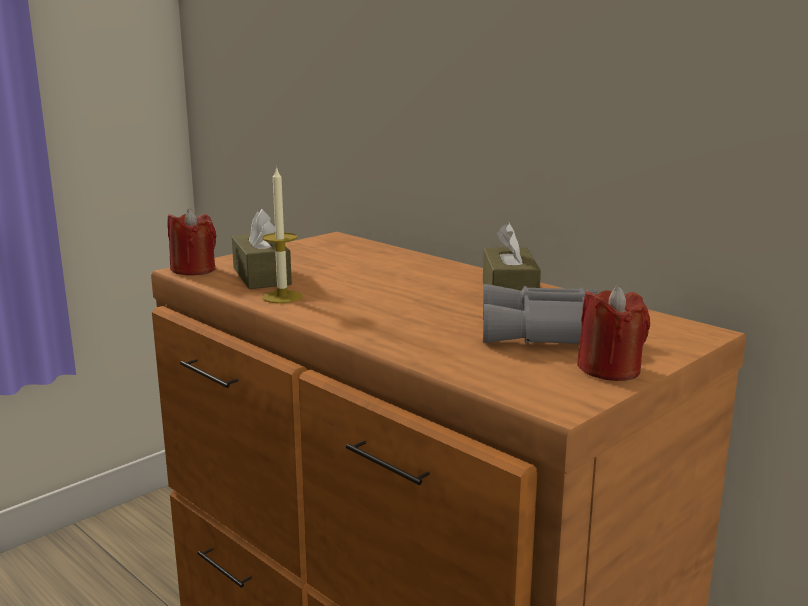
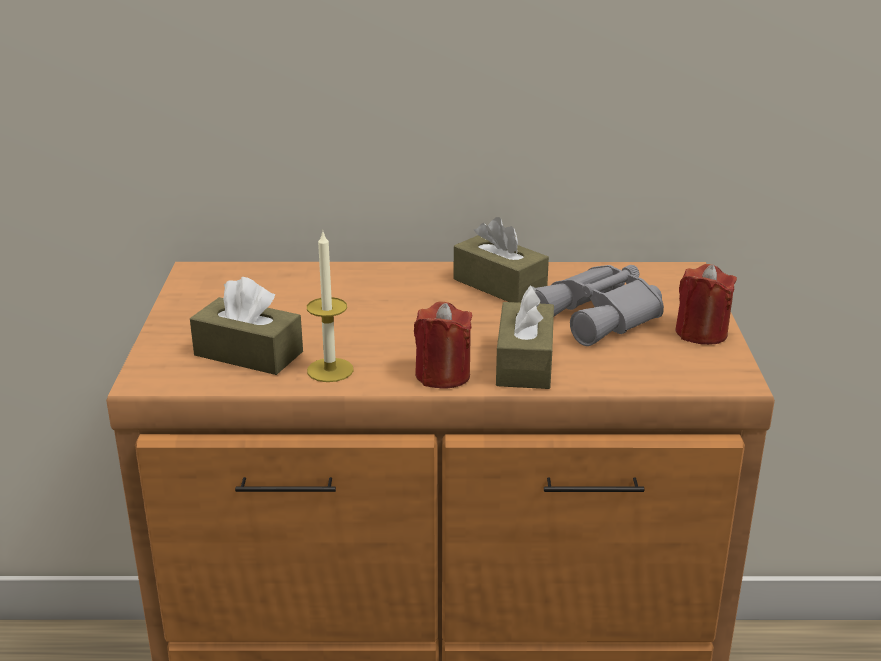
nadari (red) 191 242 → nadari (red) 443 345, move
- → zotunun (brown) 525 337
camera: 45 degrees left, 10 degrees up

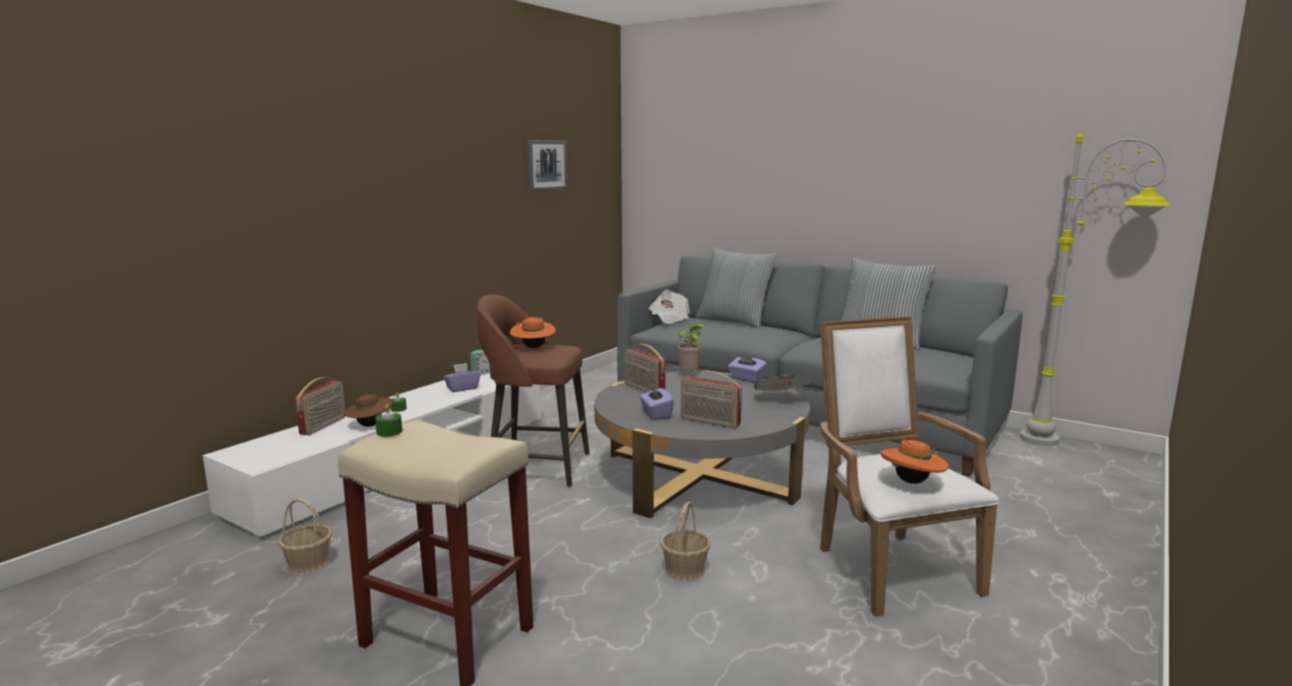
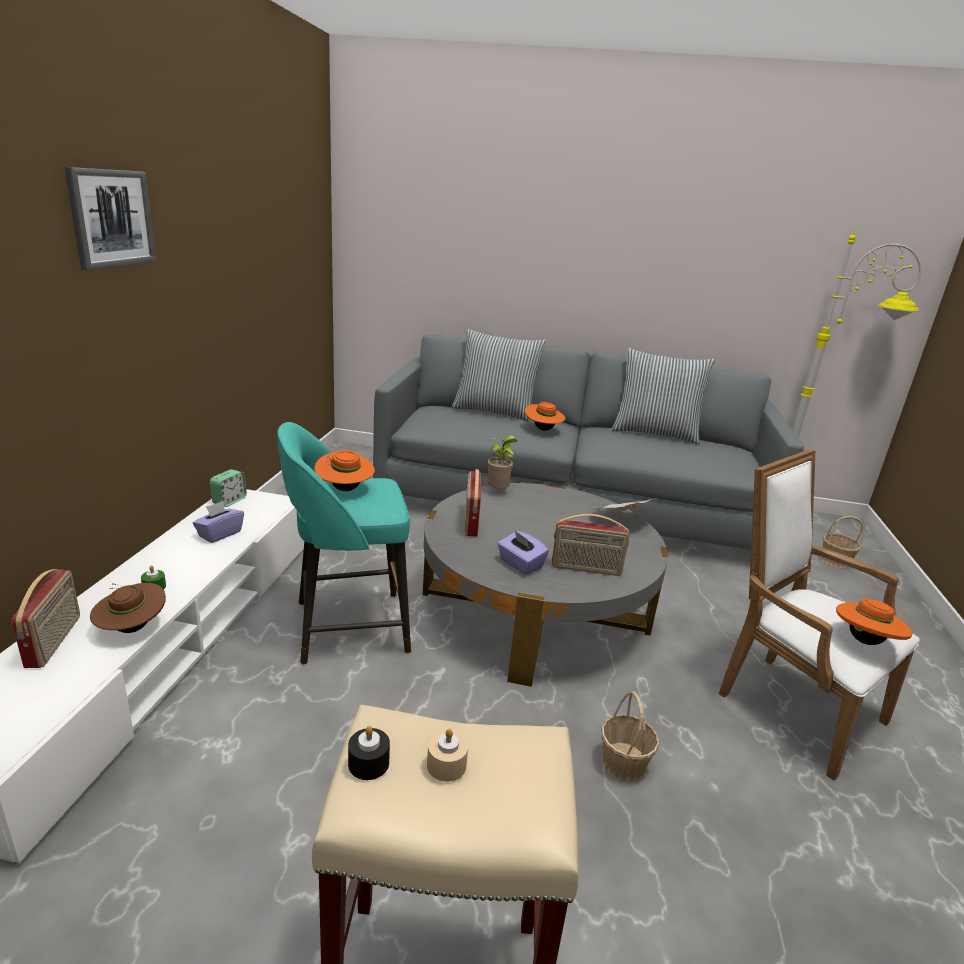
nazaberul 547 165 → nazaberul 110 219, move
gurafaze 669 307 → -
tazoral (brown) 533 390 → tazoral (turquoise) 344 543
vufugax 645 368 → vufugax 473 503, 60 degrees clockwise
zotunun (purple) 747 368 → -
nadari (green) 388 420 → nadari (black) 369 753
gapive 305 537 → gapive 842 542, move
- → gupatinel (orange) 545 416
- → nadari (beige) 447 755
camera: 25 degrees left, 10 degrees up

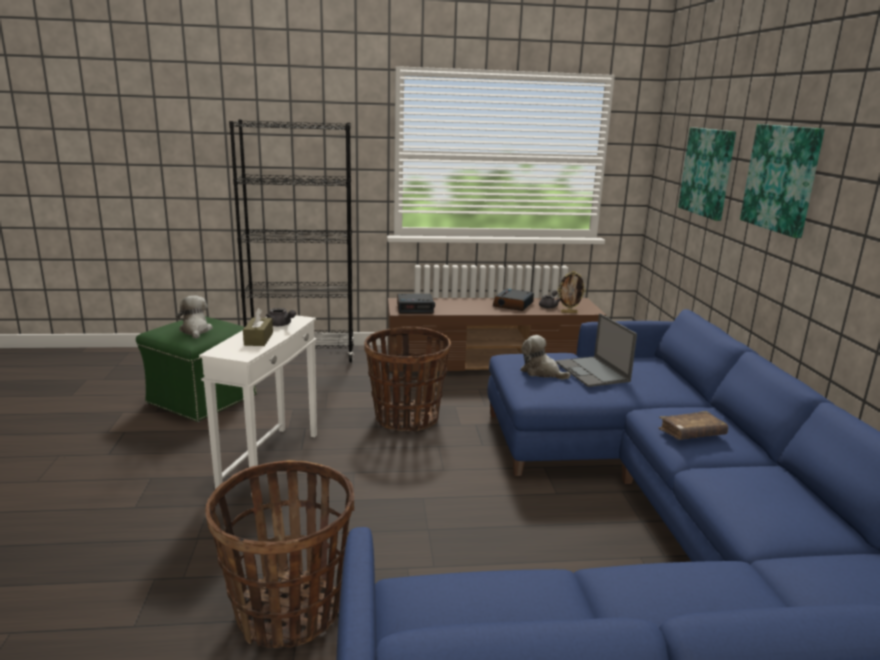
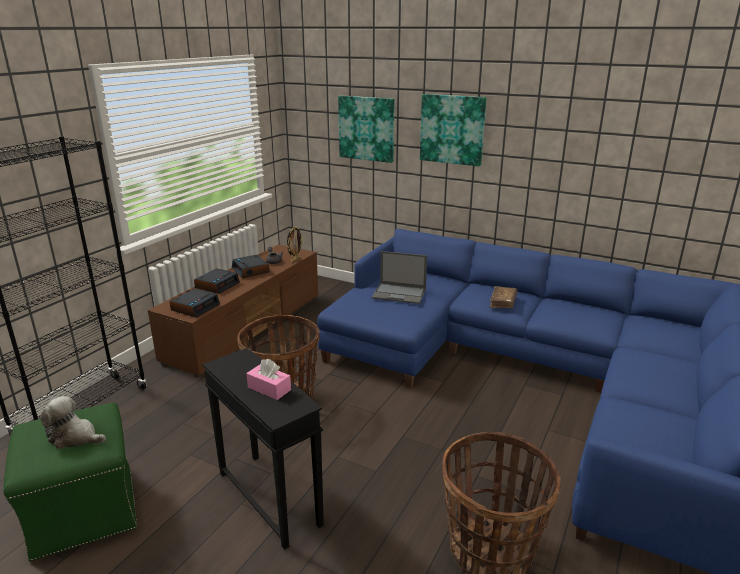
zotunun (brown) 258 327 → zotunun (pink) 268 379
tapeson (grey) 281 317 → -
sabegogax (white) 258 405 → sabegogax (black) 263 449
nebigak 545 357 → -
- → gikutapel 217 281
camera: 55 degrees left, 5 degrees up

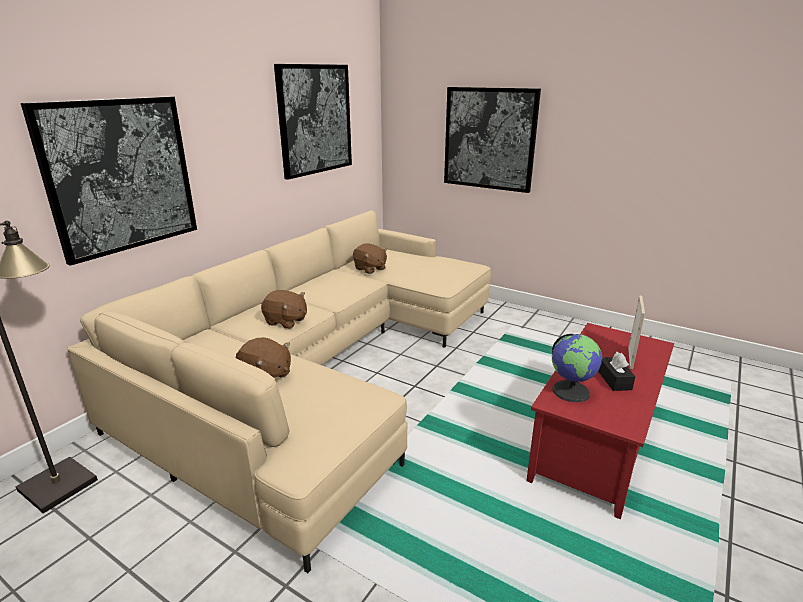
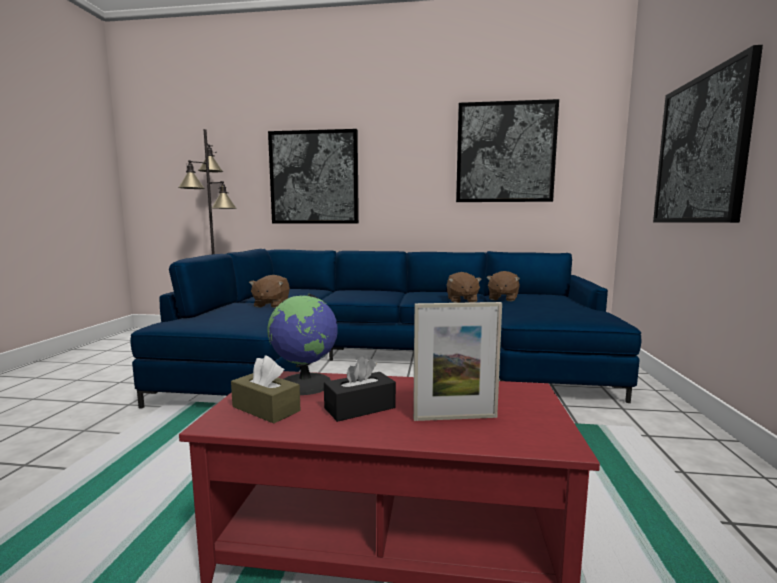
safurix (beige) 279 391 → safurix (blue) 386 329
nebigak (brown) 284 309 → nebigak (brown) 464 287, move
- → zotunun (brown) 265 389
camera: 65 degrees right, 15 degrees down

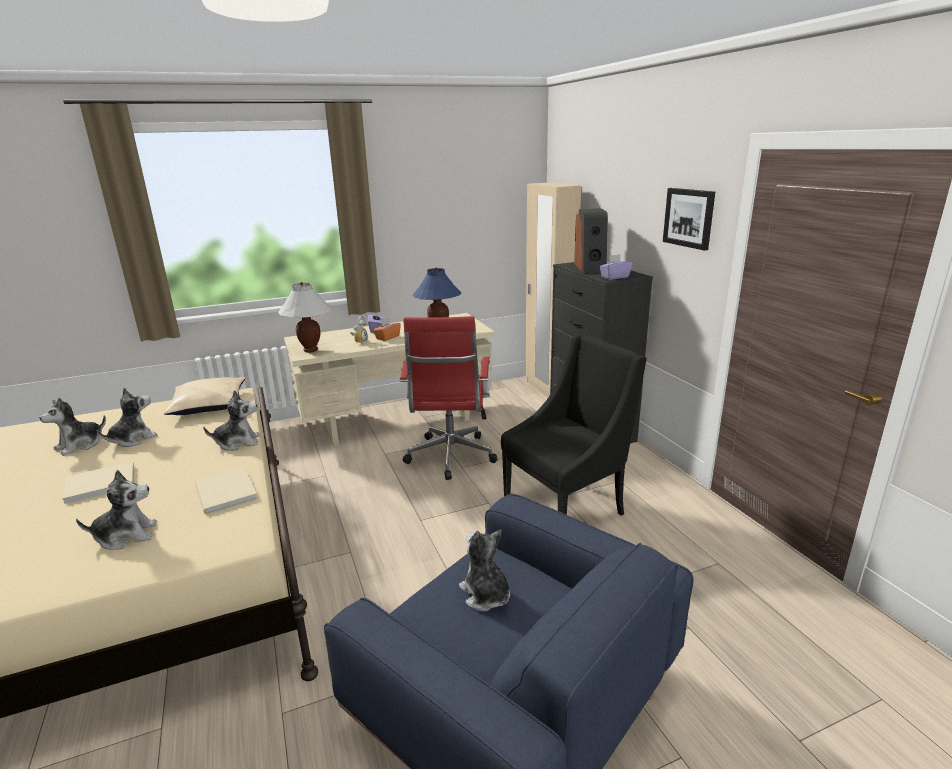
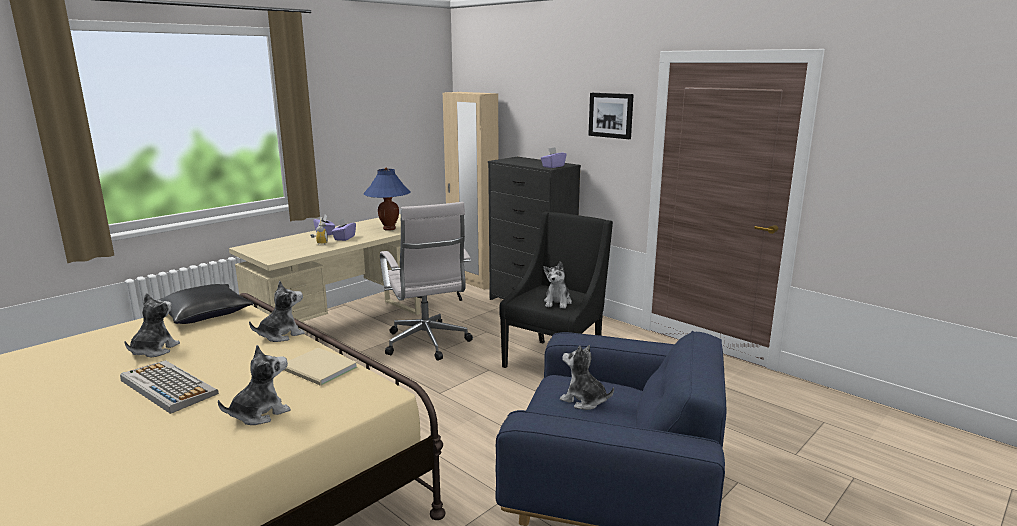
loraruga 591 240 → -
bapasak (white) 305 317 → -
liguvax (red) 448 398 → liguvax (white) 426 281
zotunun (orange) 387 329 → zotunun (purple) 343 229
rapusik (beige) 204 396 → rapusik (black) 206 304
nebigak 72 427 → nebigak 557 285, move
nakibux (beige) 98 482 → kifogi 169 387
camera: 25 degrees left, 5 degrees down

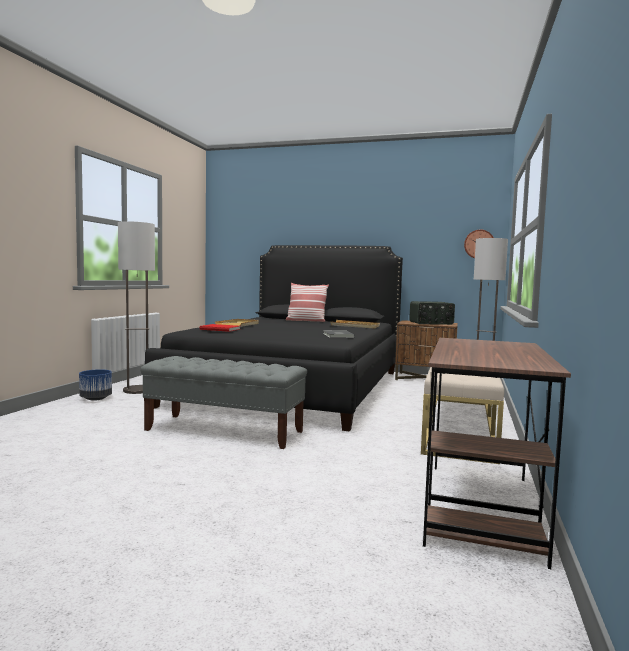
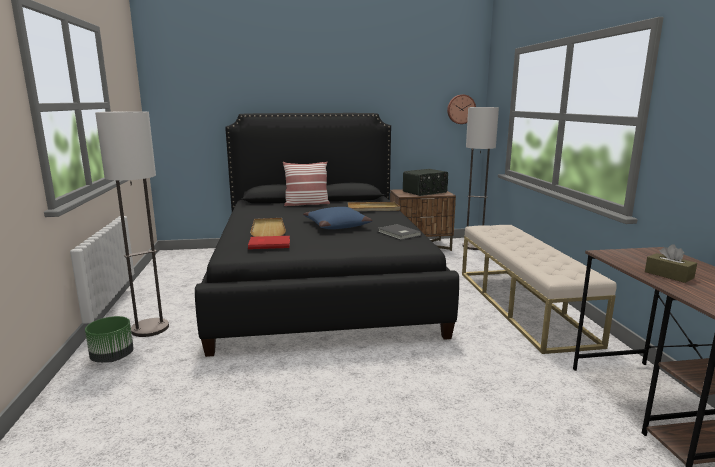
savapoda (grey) 223 402 → -
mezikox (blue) 95 385 → mezikox (green) 109 339
- → rapusik (blue) 338 218
- → zotunun (brown) 671 263
camera: 25 degrees left, 10 degrees up

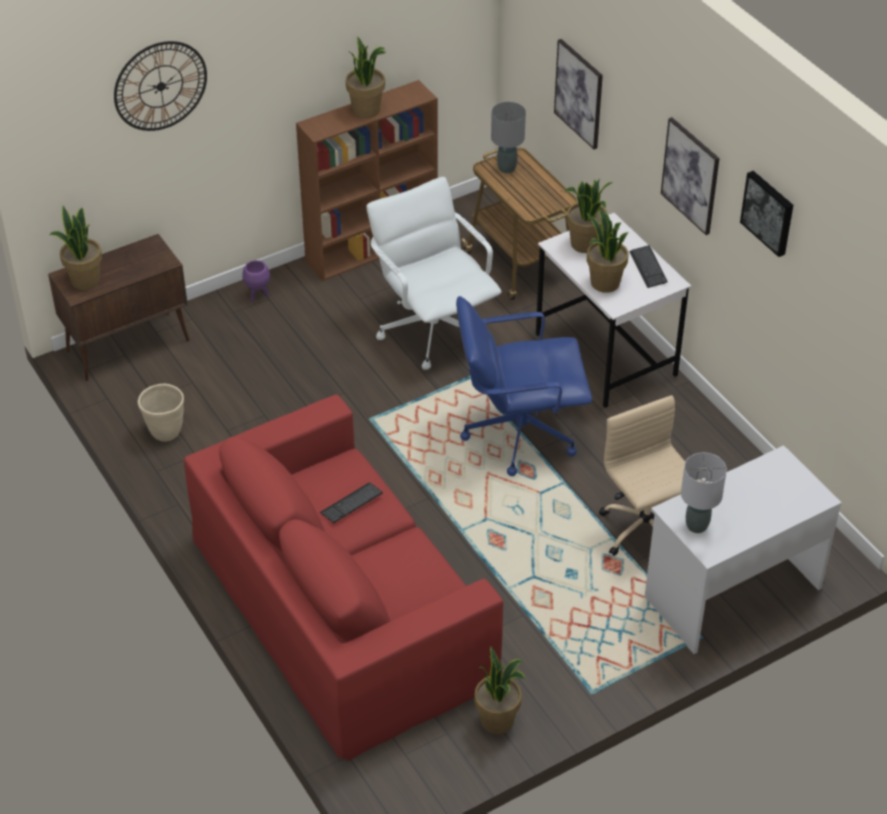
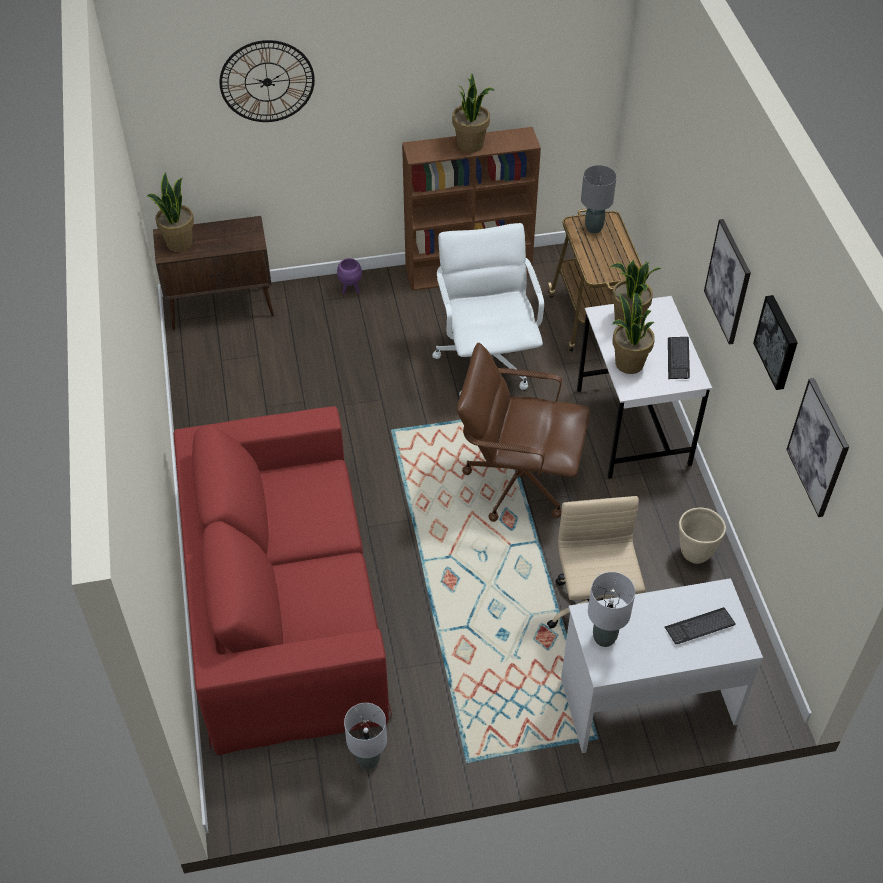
nazaberul 578 94 → nazaberul 817 447, move
liguvax (blue) 524 386 → liguvax (brown) 523 432
mezikox (beige) 161 413 → mezikox (beige) 702 536, move
kifogi 351 502 → kifogi 700 625, move
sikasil 499 690 → bapasak (grey) 365 736
camera: 20 degrees right, 5 degrees up

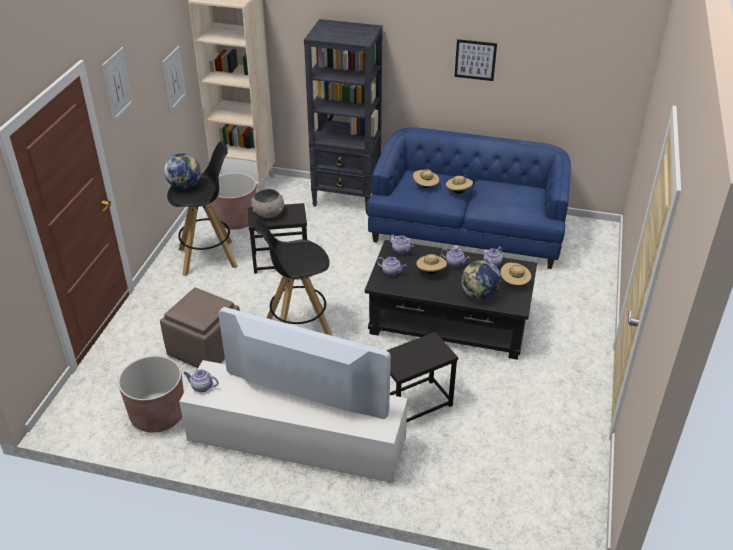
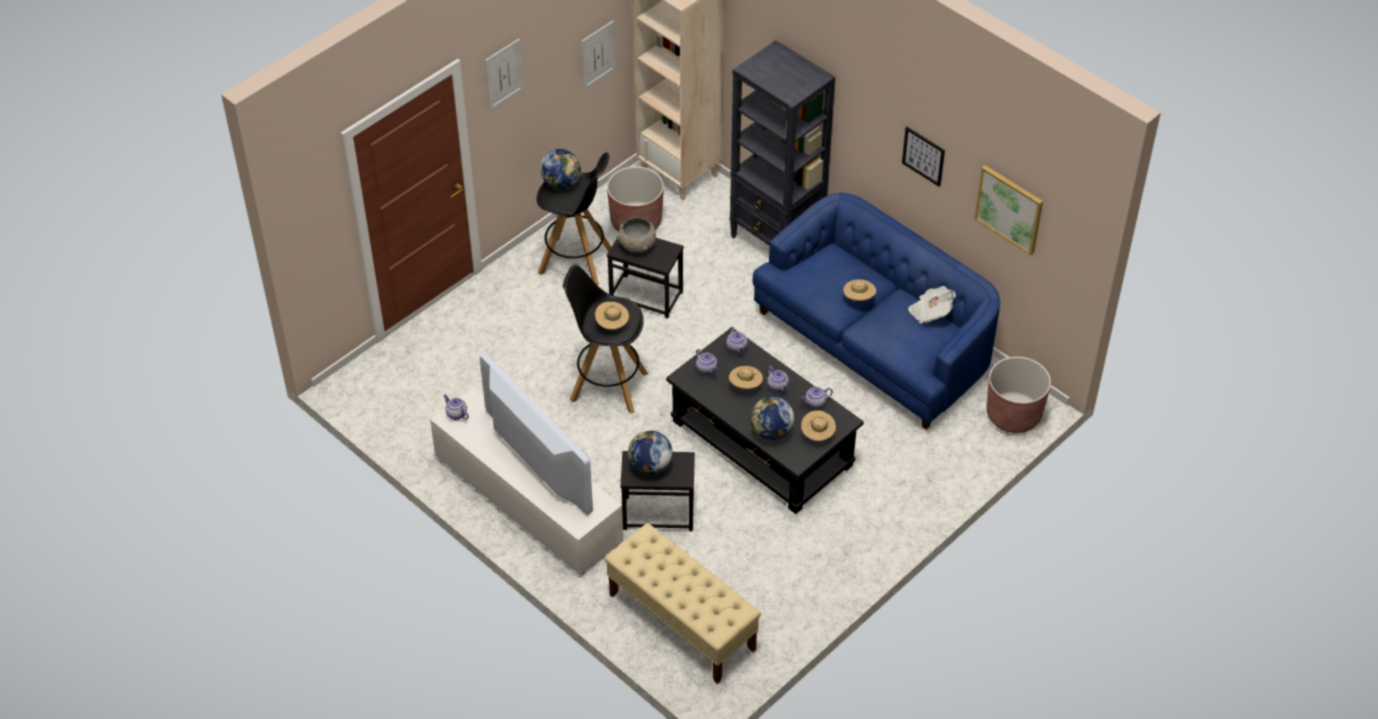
gupatinel (beige) 426 178 → gupatinel (beige) 612 315, move
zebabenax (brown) 200 327 → -
mezikox (brown) 151 394 → mezikox (brown) 1018 395, move
- → nazaberul 1008 210
- → gurafaze 932 305
- → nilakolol 650 453
- → savapoda (beige) 683 603
camera: 30 degrees right, 10 degrees up

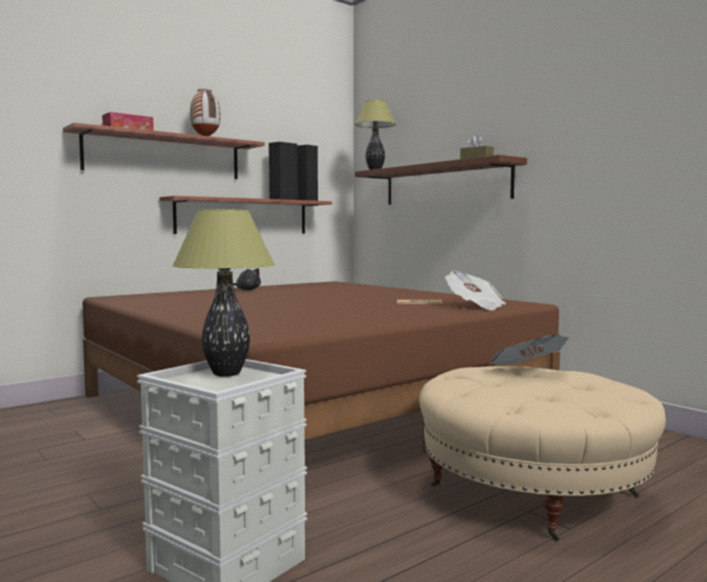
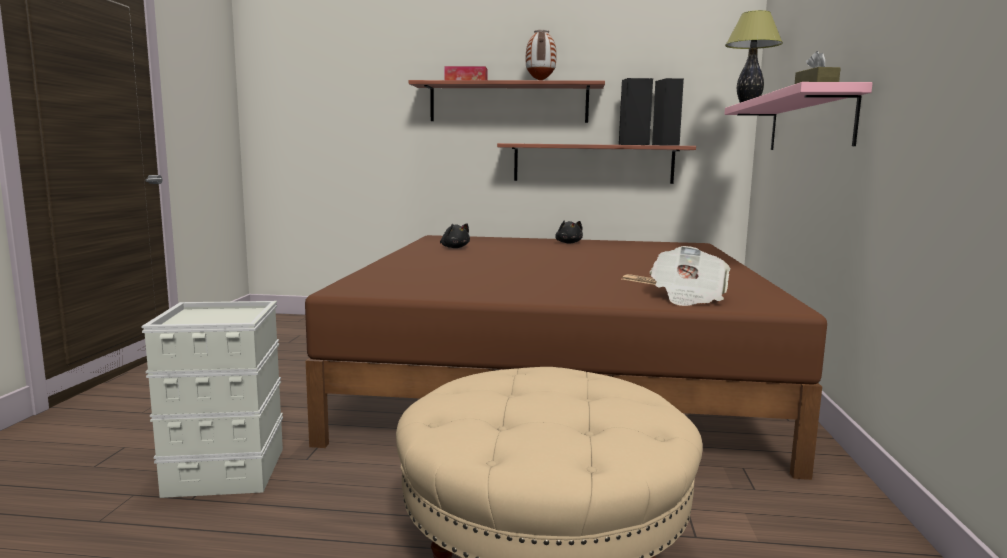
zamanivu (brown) 441 180 → zamanivu (pink) 799 116
bapasak 223 293 → -
gurafaze 528 349 → -
- → nebigak (black) 455 235
camera: 45 degrees right, 5 degrees up

